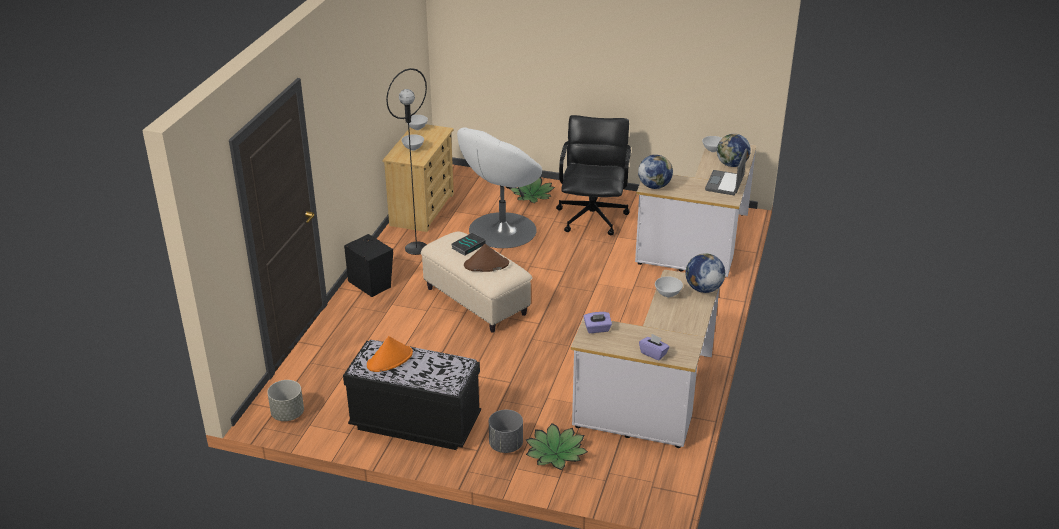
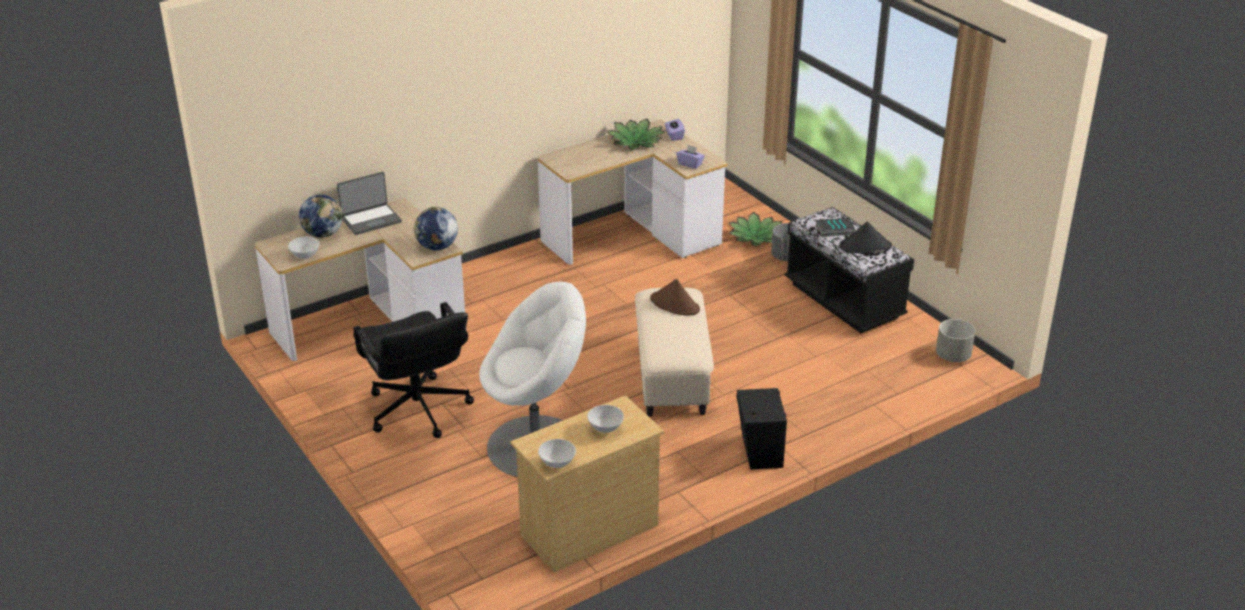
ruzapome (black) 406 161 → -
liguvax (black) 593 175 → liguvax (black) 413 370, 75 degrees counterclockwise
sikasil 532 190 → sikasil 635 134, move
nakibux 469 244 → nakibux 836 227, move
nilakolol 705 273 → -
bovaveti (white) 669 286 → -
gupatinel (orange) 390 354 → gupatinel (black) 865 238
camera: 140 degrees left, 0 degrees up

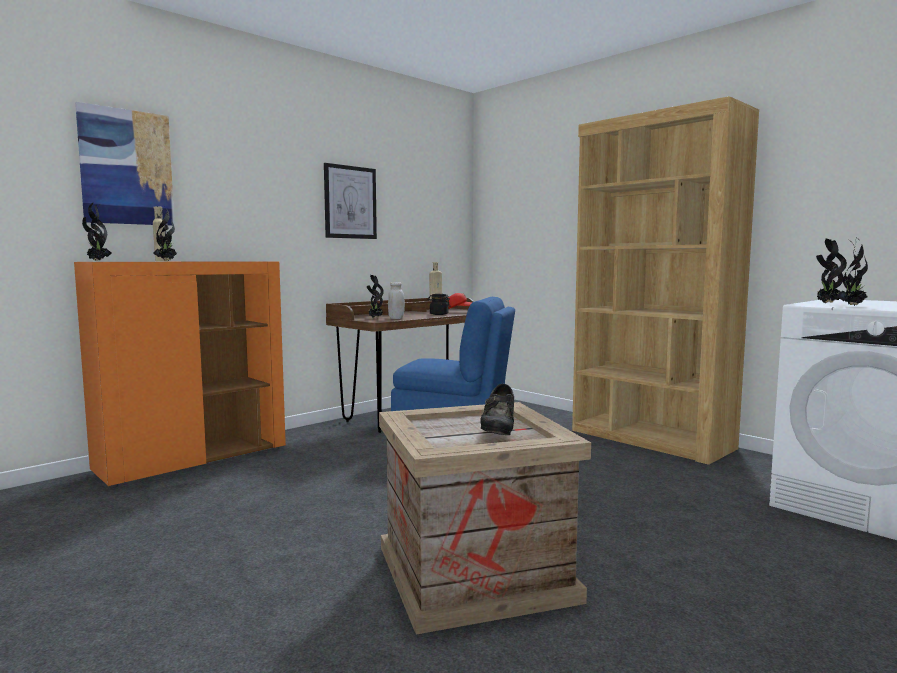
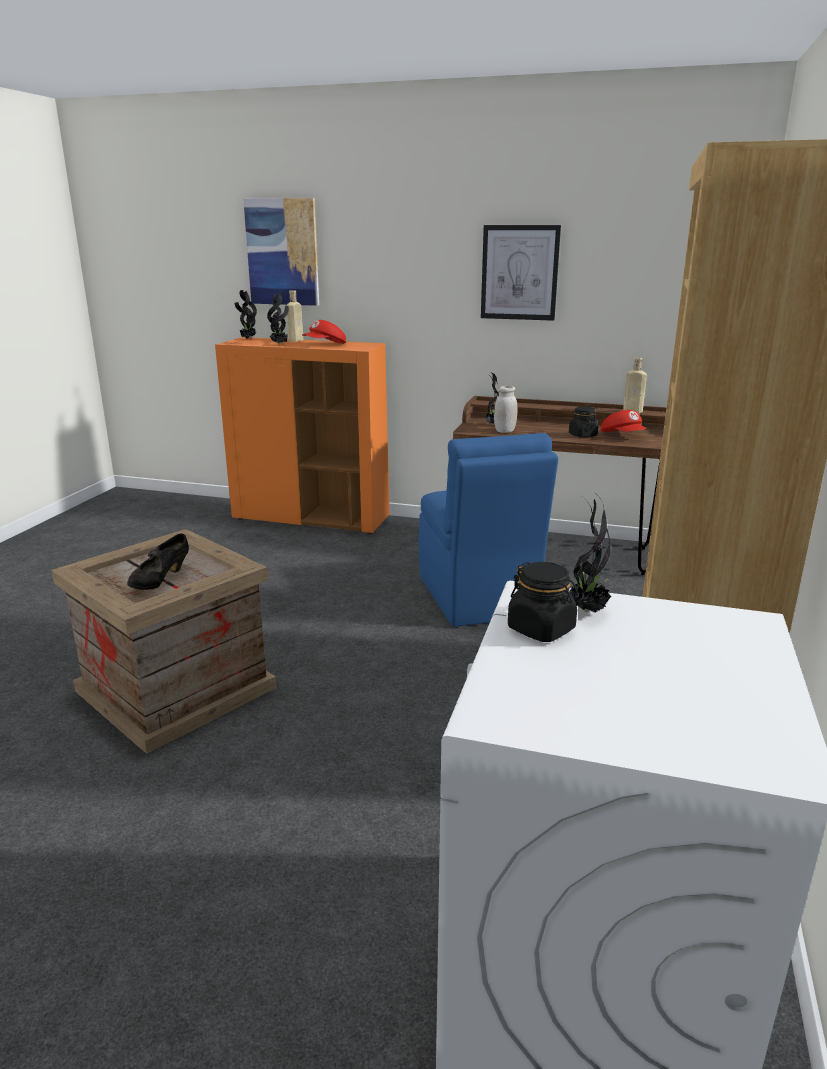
sikasil 852 272 → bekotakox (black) 543 602
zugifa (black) 497 409 → zugifa (black) 158 561, 45 degrees counterclockwise
- → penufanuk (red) 324 332
camera: 60 degrees right, 15 degrees up

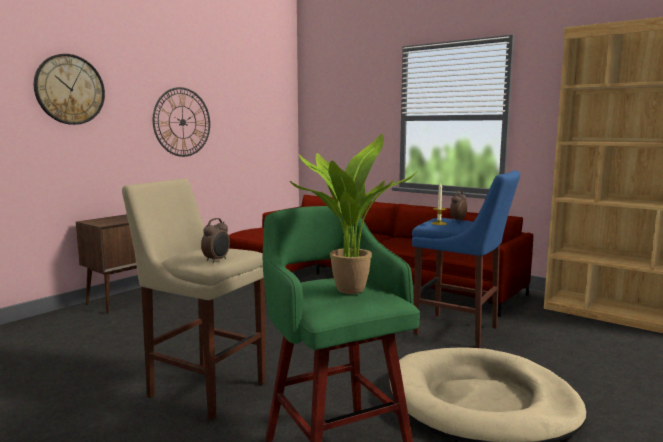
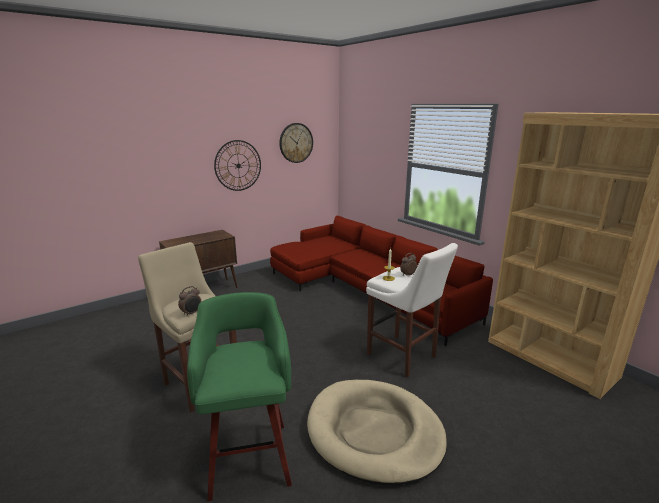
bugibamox 69 89 → bugibamox 296 143, move
sikasil 353 214 → -
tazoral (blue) 466 259 → tazoral (white) 412 310
camera: 15 degrees right, 10 degrees up

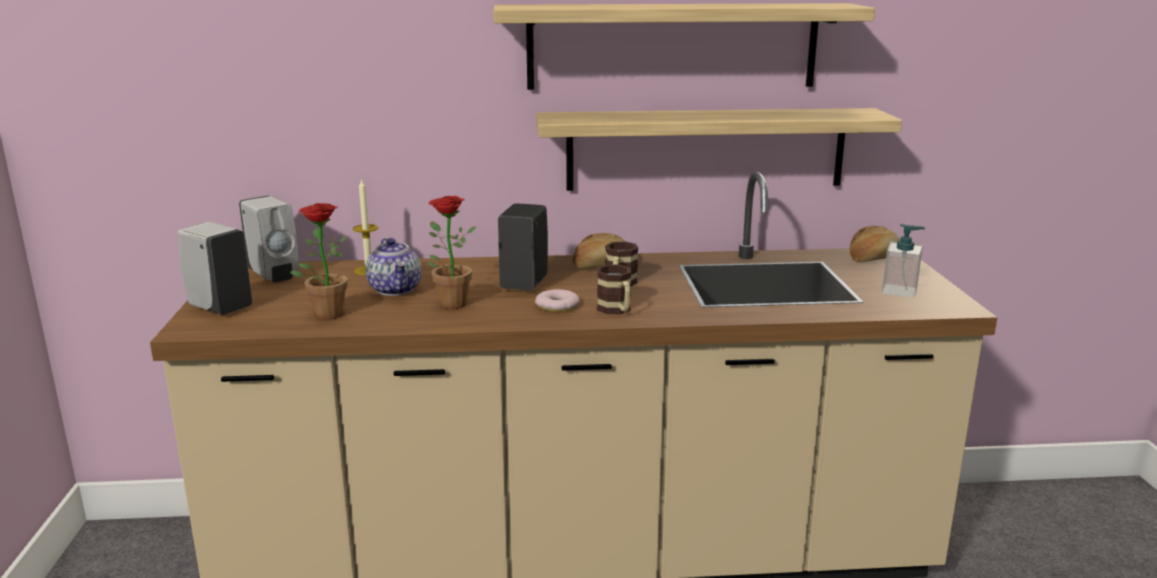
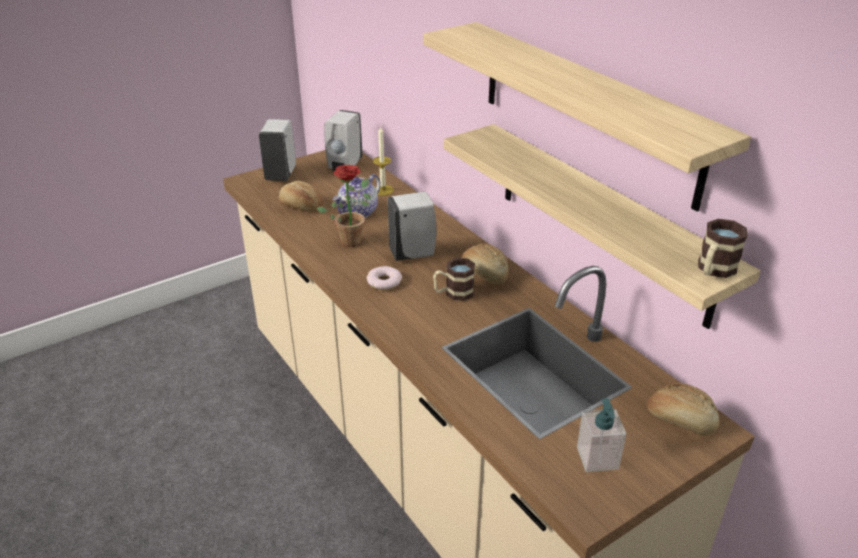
sikasil 319 261 → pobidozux 301 196
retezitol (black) 523 247 → retezitol (white) 412 226
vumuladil 614 289 → vumuladil 723 248, move
camera: 60 degrees right, 15 degrees up

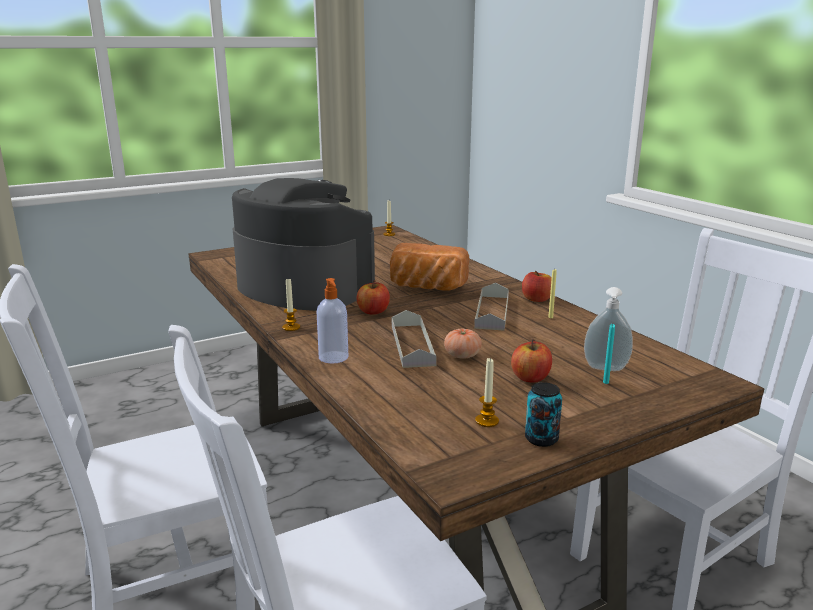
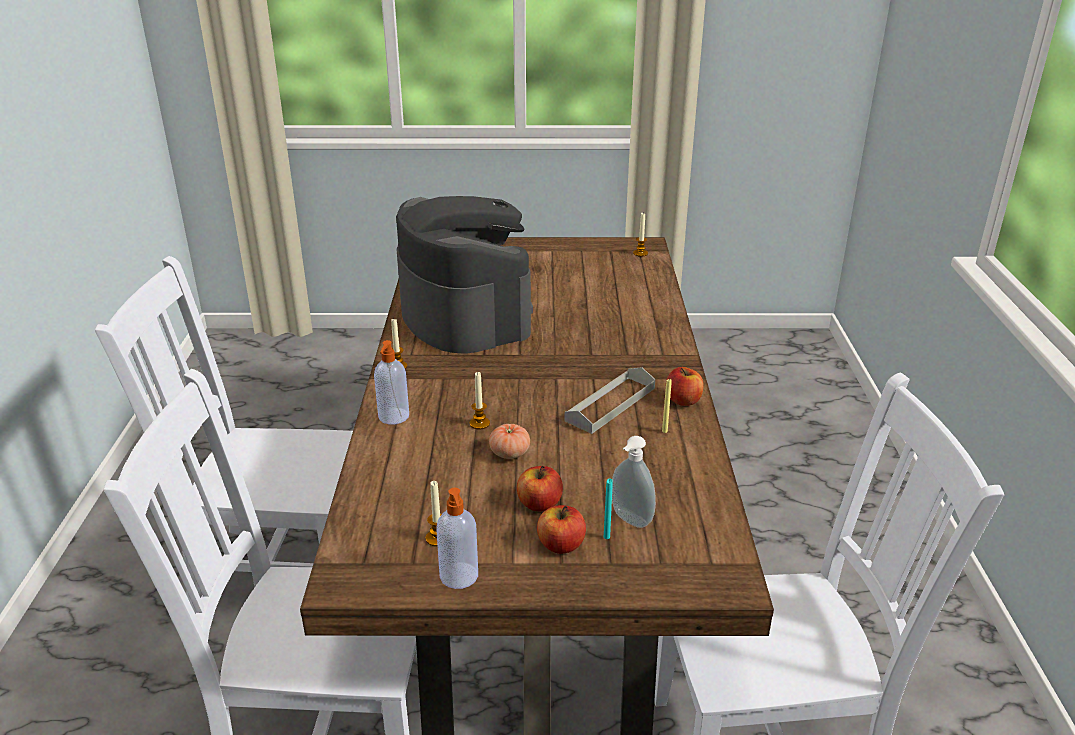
pobidozux 430 267 → -
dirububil 373 297 → dirububil 561 529, move
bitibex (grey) 414 339 → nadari 480 400
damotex 543 414 → retezitol 457 538
camera: 30 degrees right, 10 degrees up

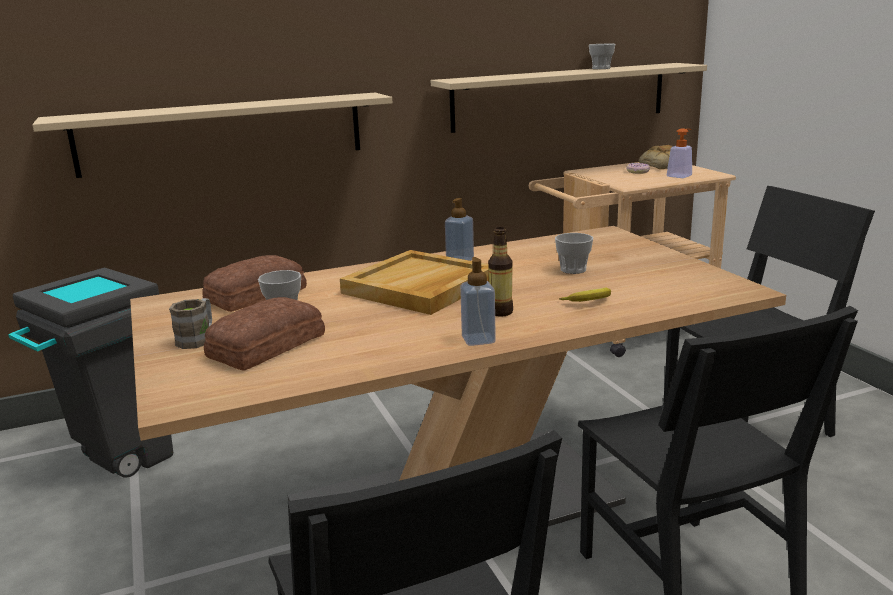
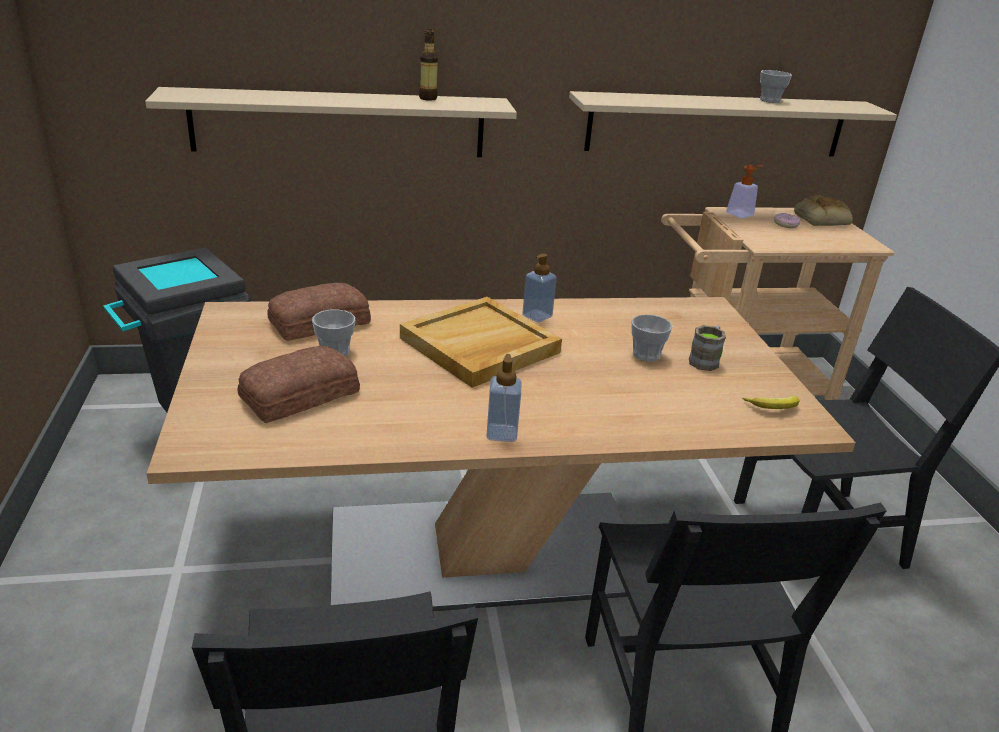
retezitol 679 153 → retezitol 745 191, move
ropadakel 500 272 → ropadakel 428 65, move
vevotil 585 295 → vevotil 770 402, move
vumuladil (brown) 190 323 → vumuladil (brown) 707 348, move
camera: 10 degrees right, 10 degrees up

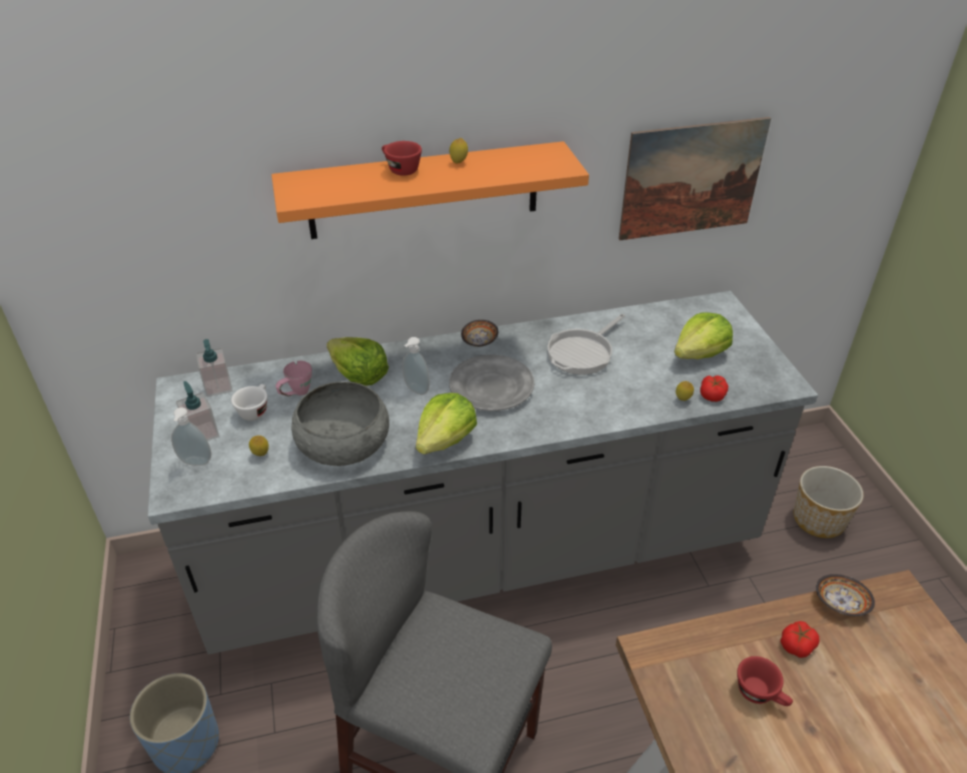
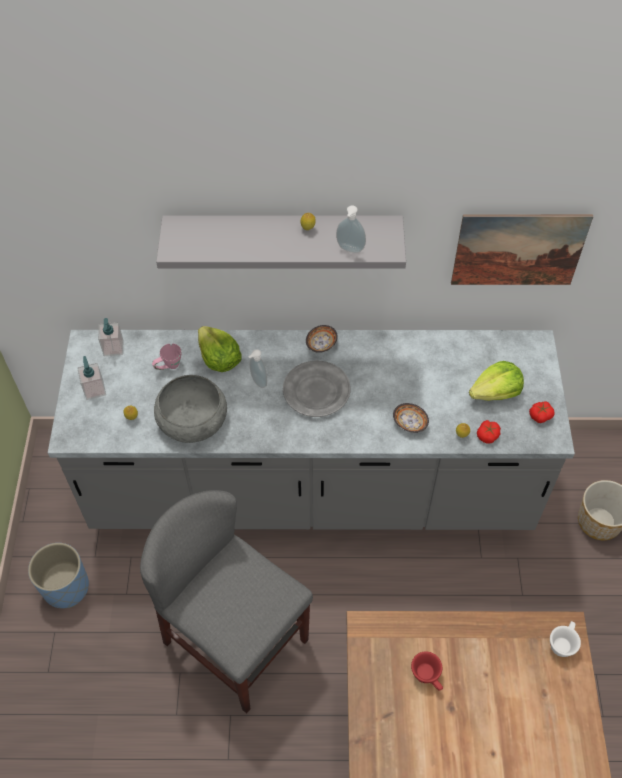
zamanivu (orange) 430 190 → zamanivu (grey) 281 241
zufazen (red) 402 158 → -
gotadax 586 344 → -
zufazen (white) 249 402 → zufazen (white) 565 639, move
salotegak 446 423 → -
retezitol 191 436 → retezitol 351 229, move
bovaveti 845 595 → bovaveti 411 418, move
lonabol 800 639 → lonabol 542 412, move
camera: 15 degrees right, 15 degrees up

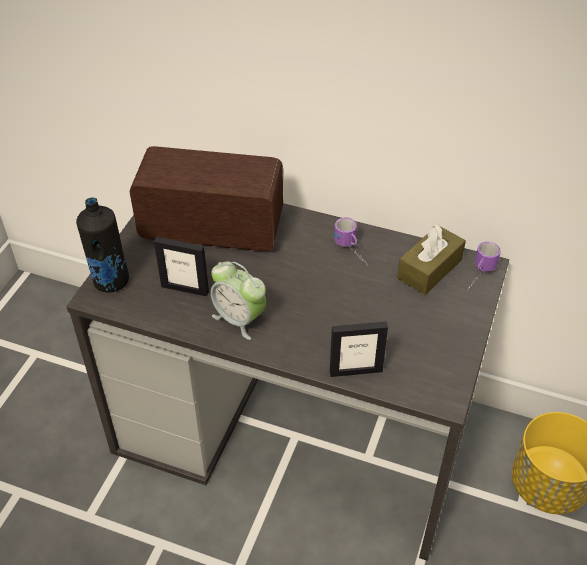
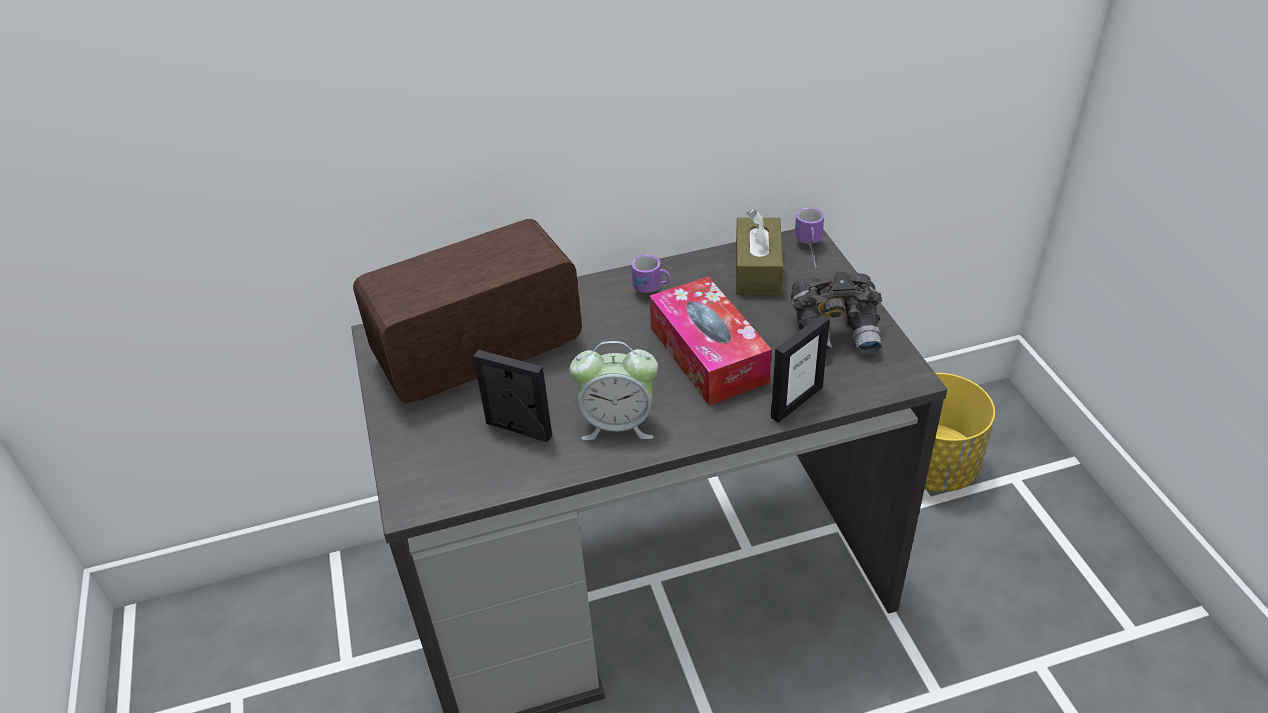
ropadakel (black) 102 245 → -
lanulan 181 266 → lanulan 512 396, 135 degrees counterclockwise
- → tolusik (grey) 837 313
- → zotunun 711 341
camera: 35 degrees left, 5 degrees down

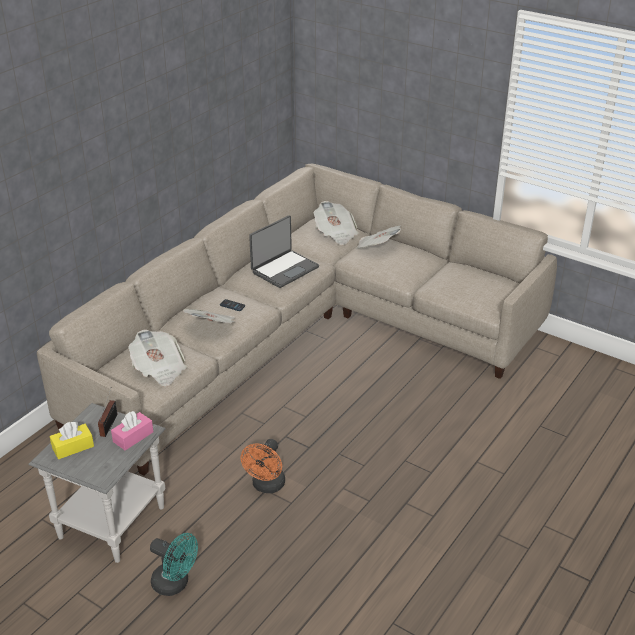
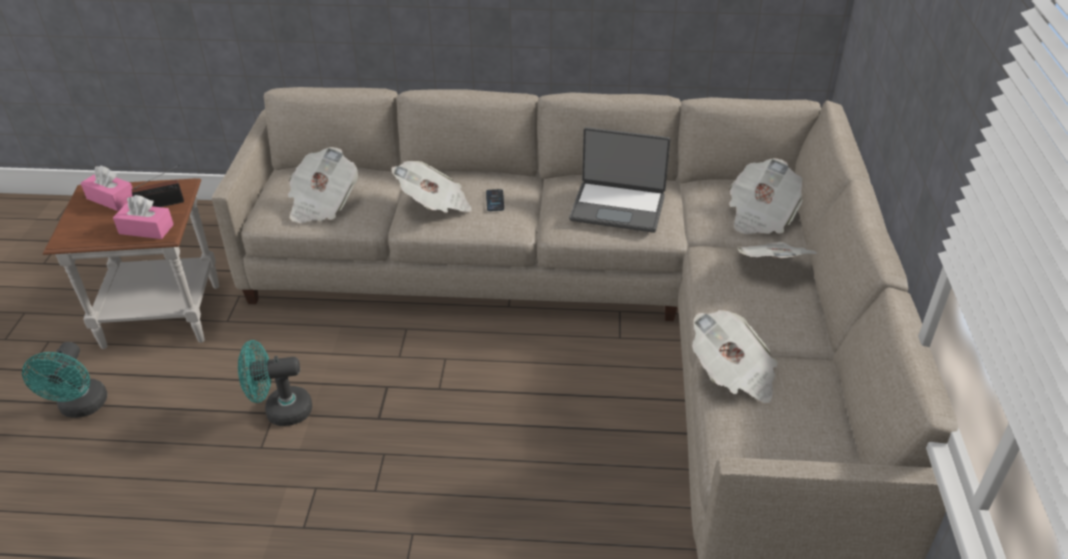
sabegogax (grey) 97 483 → sabegogax (brown) 131 263
zotunun (yellow) 72 440 → zotunun (pink) 107 188
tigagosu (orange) 263 466 → tigagosu (turquoise) 275 383
- → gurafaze 734 357
camera: 60 degrees right, 5 degrees up

